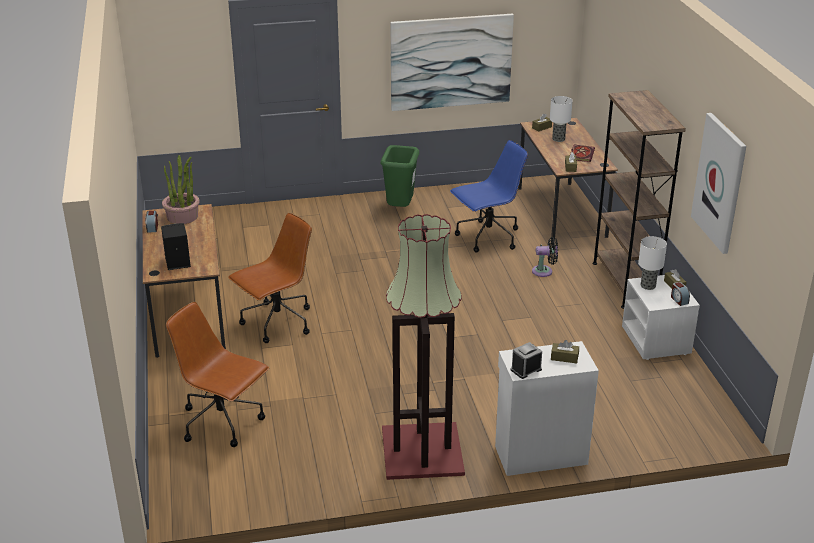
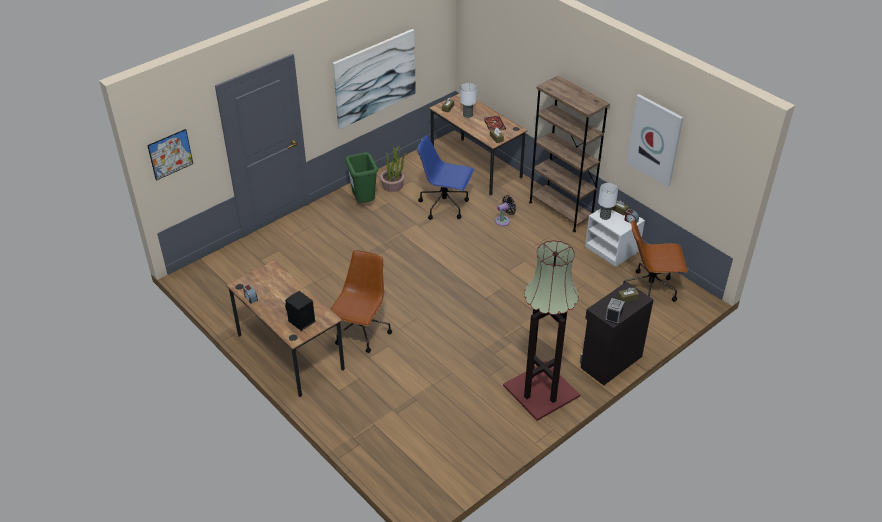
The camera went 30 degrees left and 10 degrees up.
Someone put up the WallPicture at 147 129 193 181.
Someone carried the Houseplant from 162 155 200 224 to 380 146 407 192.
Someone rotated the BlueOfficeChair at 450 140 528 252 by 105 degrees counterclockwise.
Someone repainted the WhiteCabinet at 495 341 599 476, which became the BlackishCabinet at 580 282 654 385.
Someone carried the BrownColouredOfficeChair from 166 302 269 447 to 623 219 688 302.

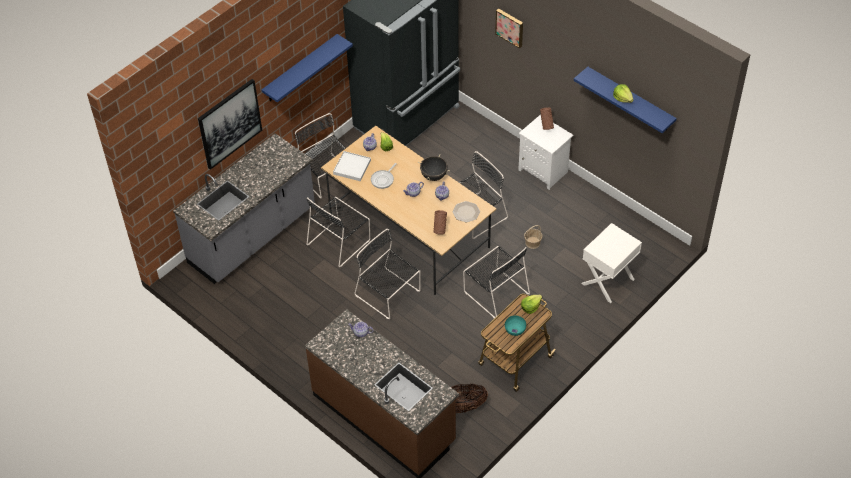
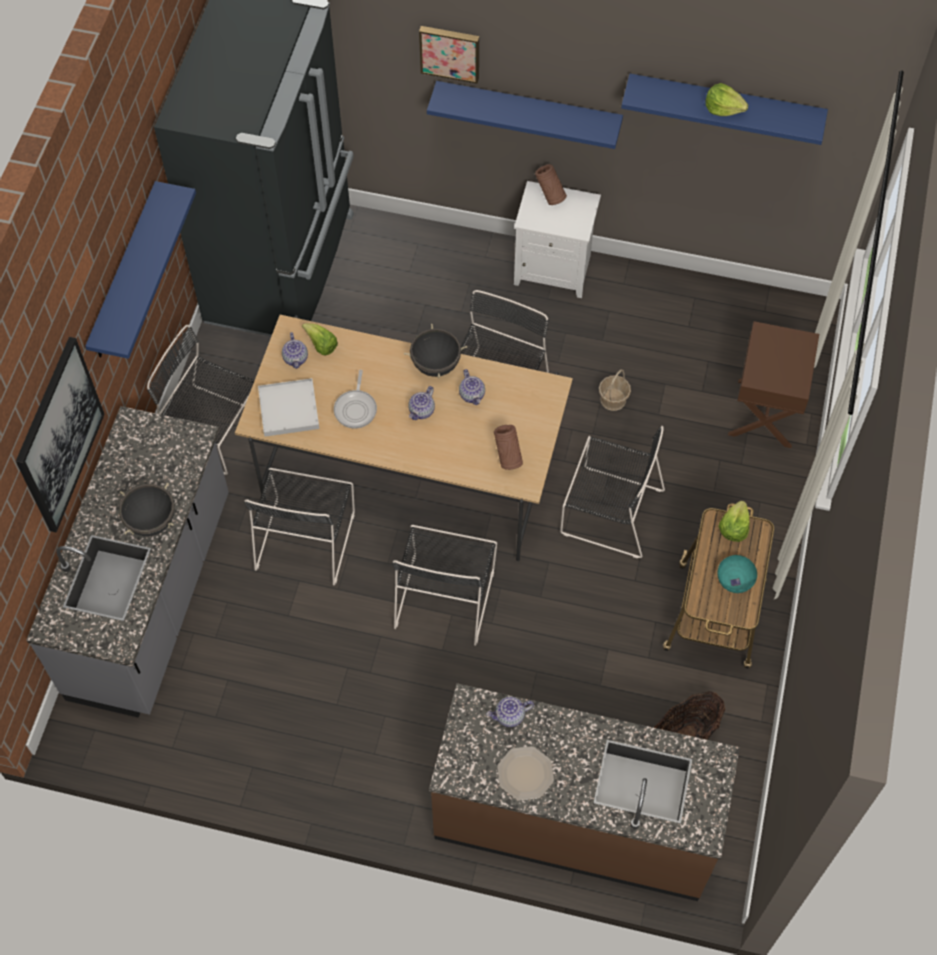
The camera went 30 degrees left and 10 degrees up.
Someone put down the BlackishCookingPot at 119 483 175 536.
Someone rotated the BlackishPlainChair at 354 229 420 319 by 90 degrees counterclockwise.
Someone put up the BlueWallShelf at 427 81 623 149.
Someone carried the Plate from 453 201 480 222 to 497 746 554 801.
Someone repainted the WhiteNightTable at 581 223 642 303, which became the BrownColouredNightTable at 728 321 819 448.

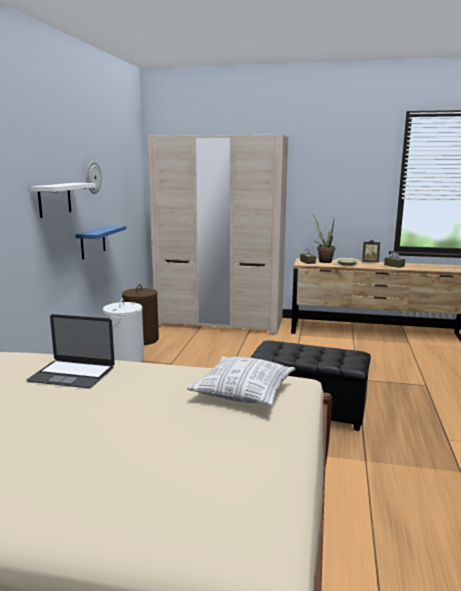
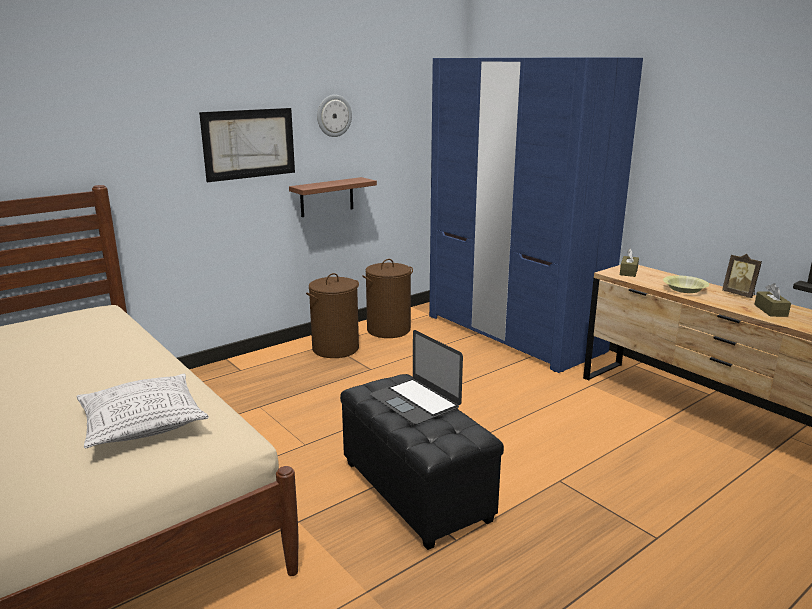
The camera went 40 degrees right and 5 degrees up.
Someone swapped the WhiteWallShelf at 30 183 96 218 for the WallPicture at 199 108 295 182.
Someone repainted the BlueWallShelf at 75 225 126 259, which became the BrownColouredWallShelf at 289 177 377 217.
Someone repainted the WhiteHamper at 103 298 144 362, which became the BrownColouredHamper at 306 273 359 358.
Someone carried the PortableComputer from 27 314 115 388 to 370 330 463 425.
Someone repainted the SandColouredWardrobe at 147 135 288 335, which became the BlueWardrobe at 429 57 643 373.
Someone took away the Houseplant at 313 214 335 263.

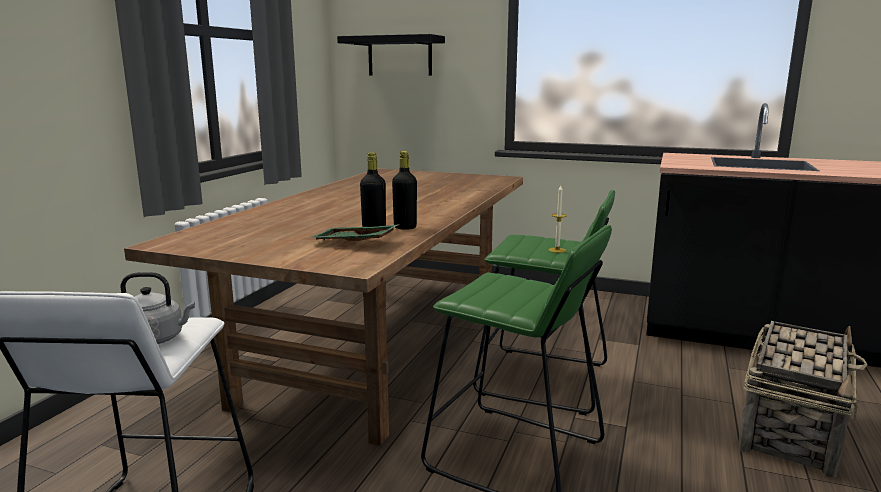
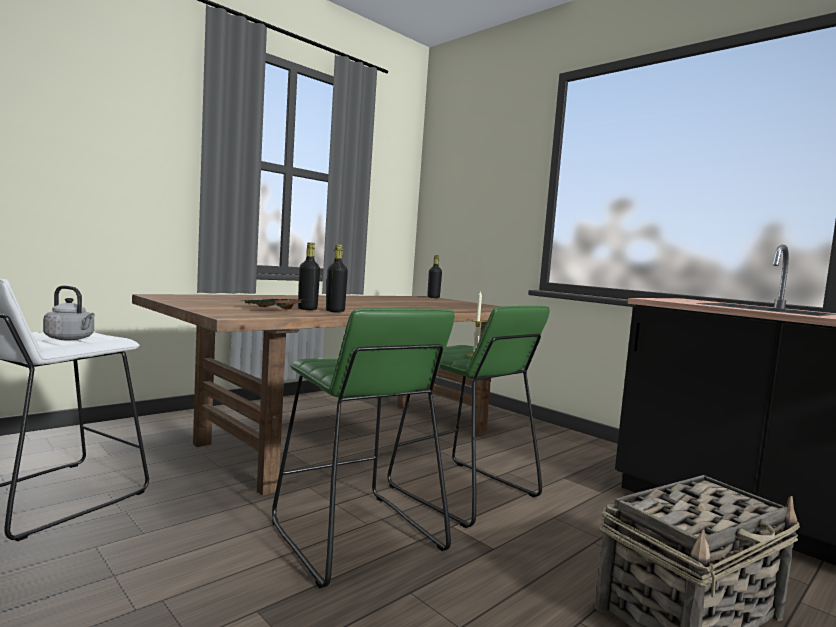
The camera went 25 degrees right and 10 degrees down.
Someone put down the BlackishBeverageBottle at 427 255 442 298.
Someone took away the BlackishWallShelf at 337 34 445 76.

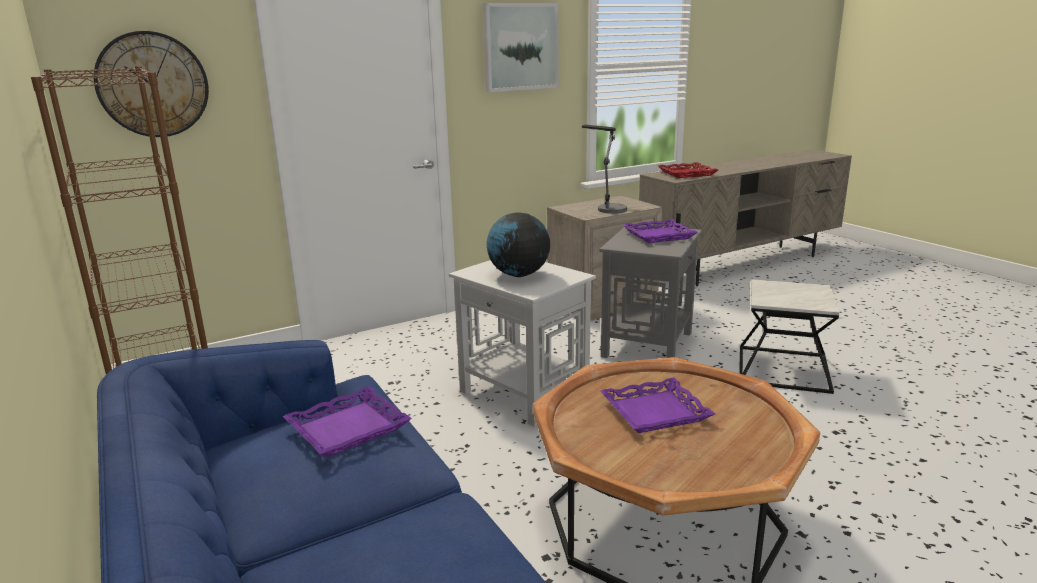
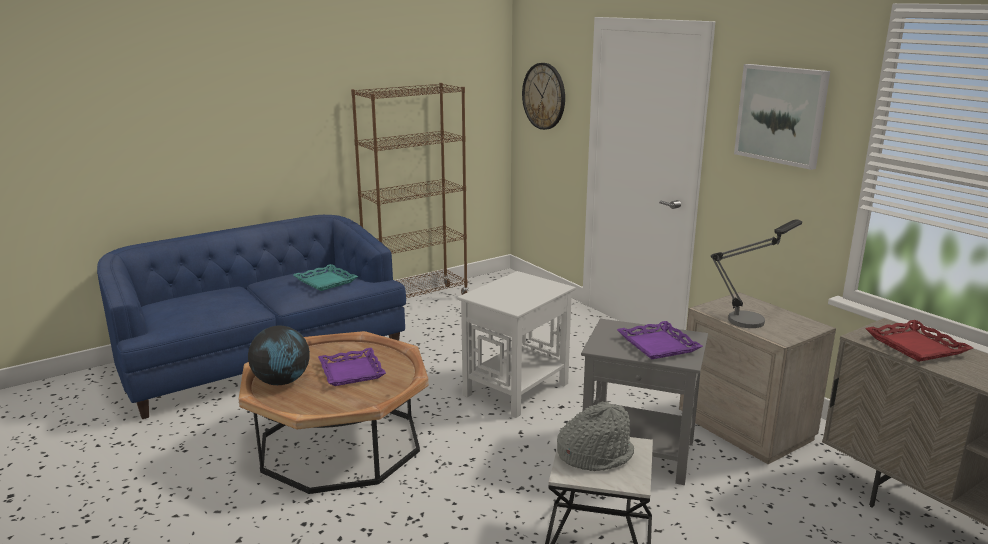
The camera went 85 degrees right and 0 degrees up.
Someone carried the DeskGlobe from 487 213 550 277 to 248 326 310 385.
Someone repainted the PurpleTray at 283 386 412 457, which became the TurquoiseTray at 293 264 358 291.
Someone put down the GreyWearableHat at 557 401 634 471.

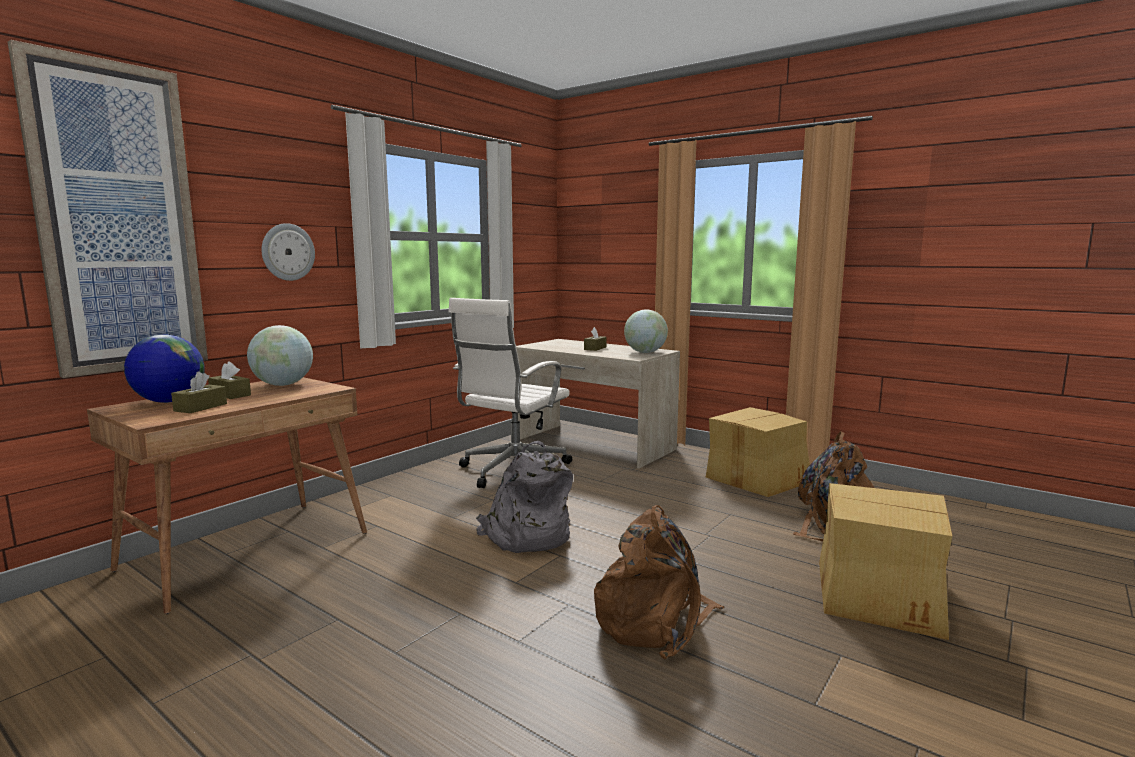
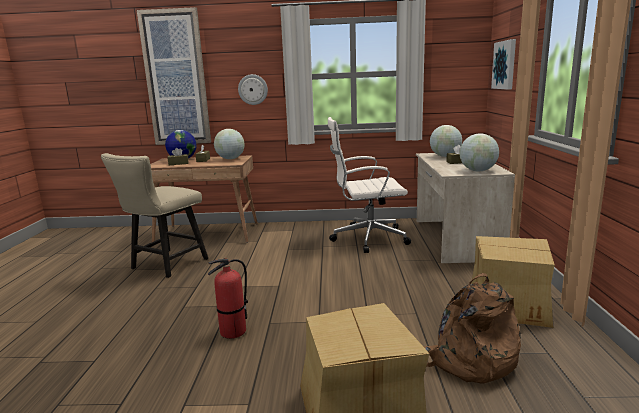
The camera went 55 degrees right and 5 degrees up.
Someone put down the SandColouredPlainChair at 101 153 208 278.
Someone swapped the BrownColouredRucksack at 594 505 724 659 for the FireExtinguisher at 208 258 248 339.
Someone put down the DeskGlobe at 430 125 462 157.
Someone put up the WallPicture at 491 39 516 89.
Someone took away the GreyRucksack at 476 441 573 553.

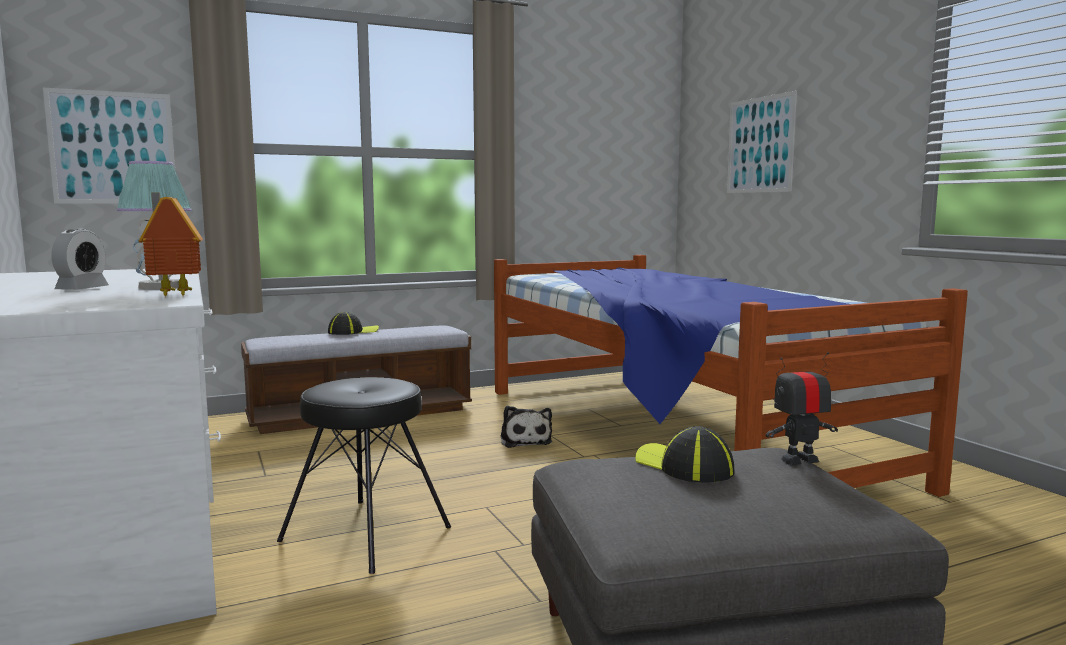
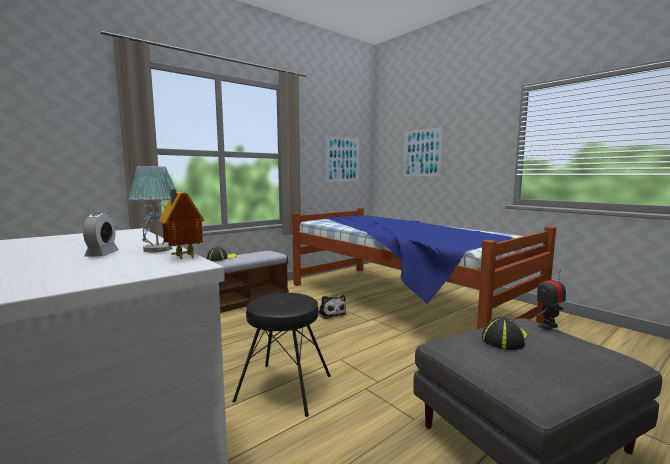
The camera went 15 degrees left and 0 degrees up.
Someone carried the WallPicture from 43 88 175 204 to 326 136 359 182.
Someone rotated the PeakedCap at 635 426 734 482 by 90 degrees clockwise.

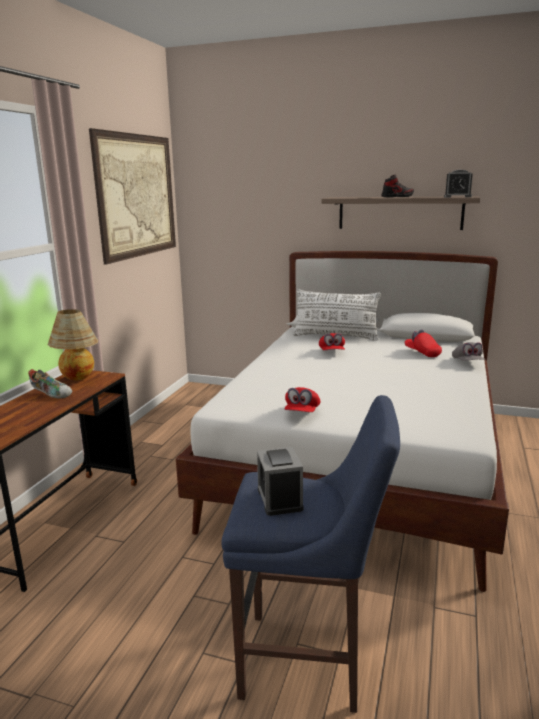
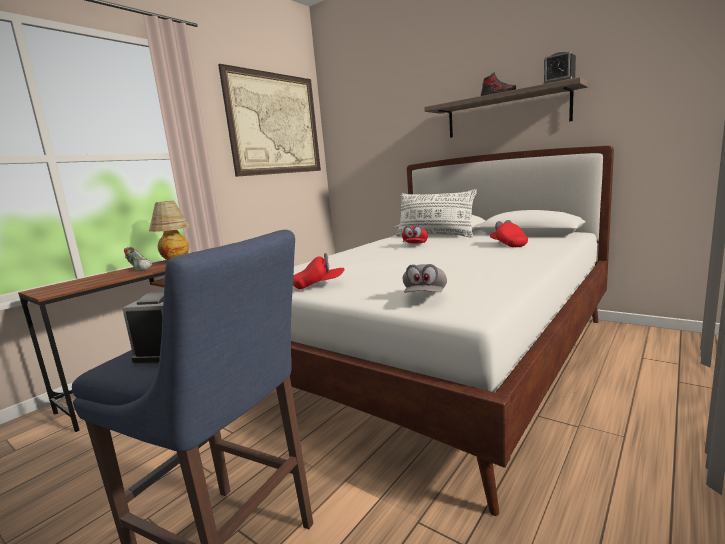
The camera went 20 degrees right and 5 degrees down.
Someone rotated the RedColouredPeakedCap at 285 387 321 412 by 135 degrees counterclockwise.
Someone carried the GreyPeakedCap from 452 342 486 361 to 403 264 447 293.

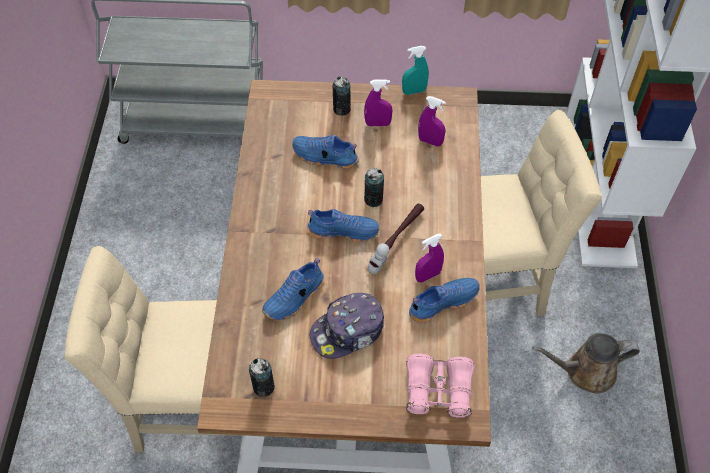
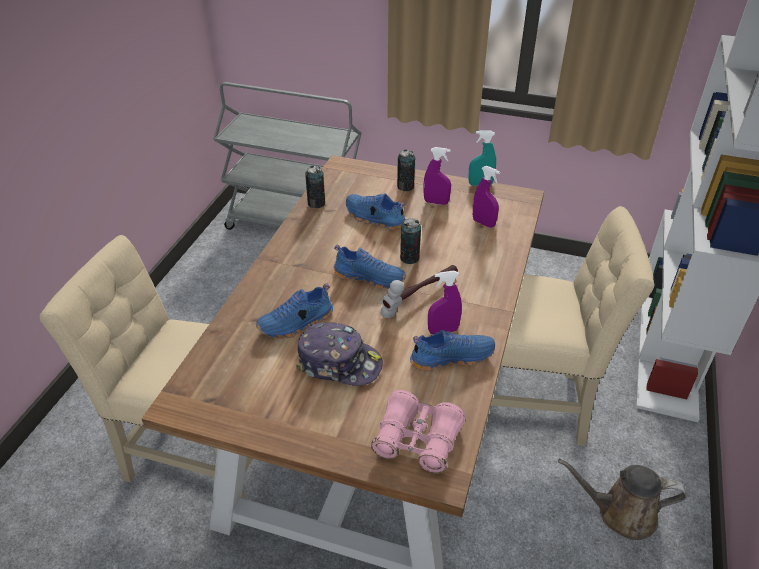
The camera went 15 degrees right and 15 degrees down.
Someone rotated the PeakedCap at 310 293 384 359 by 150 degrees counterclockwise.
Someone carried the SealedCan from 249 358 275 397 to 305 166 325 208.

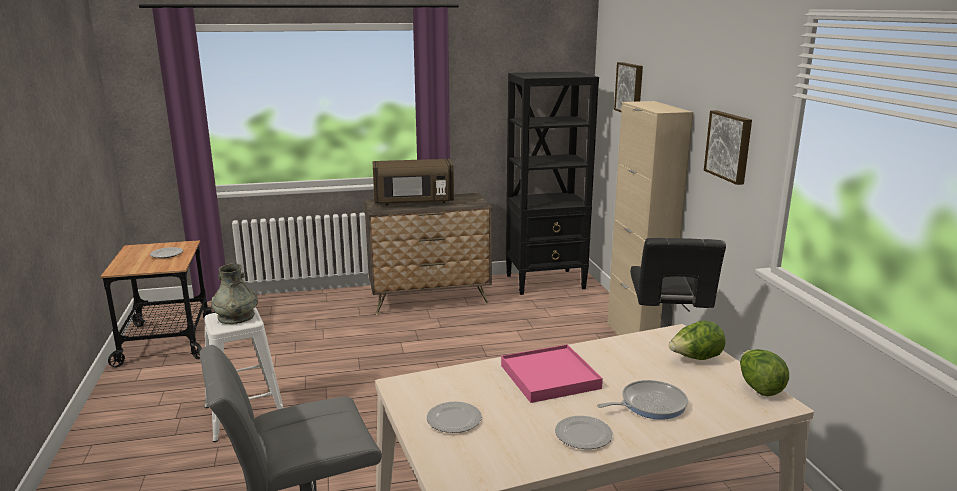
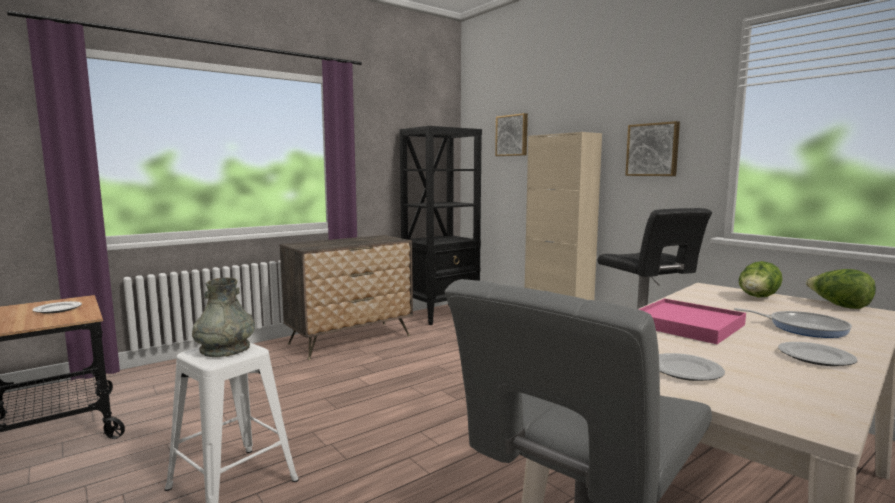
The camera went 25 degrees left and 10 degrees down.
Someone rotated the FryingPan at 597 380 688 420 by 75 degrees clockwise.
Someone took away the BrownColouredKitchenMicrowave at 373 159 454 205.

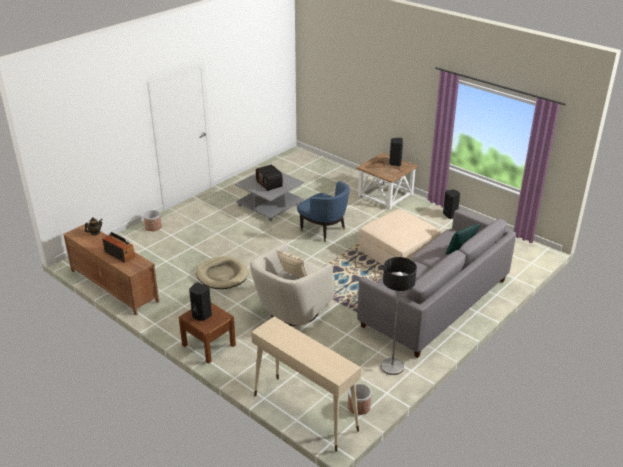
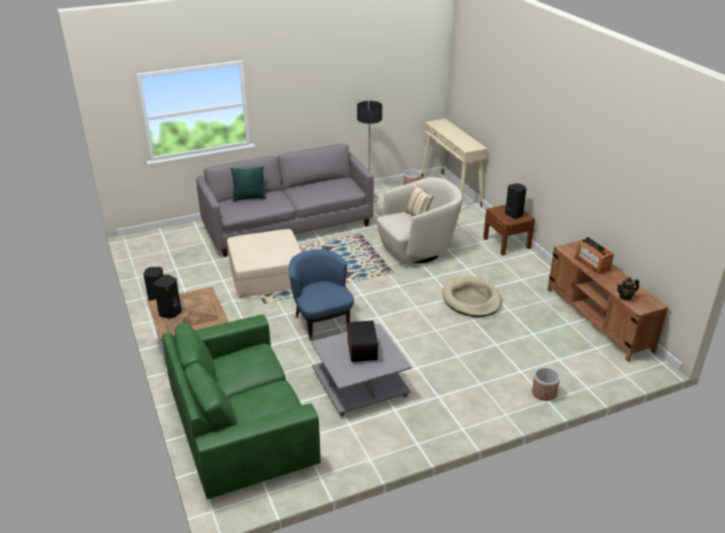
The camera went 155 degrees left and 0 degrees up.
Someone put down the GreenishSofa at 162 314 321 499.

